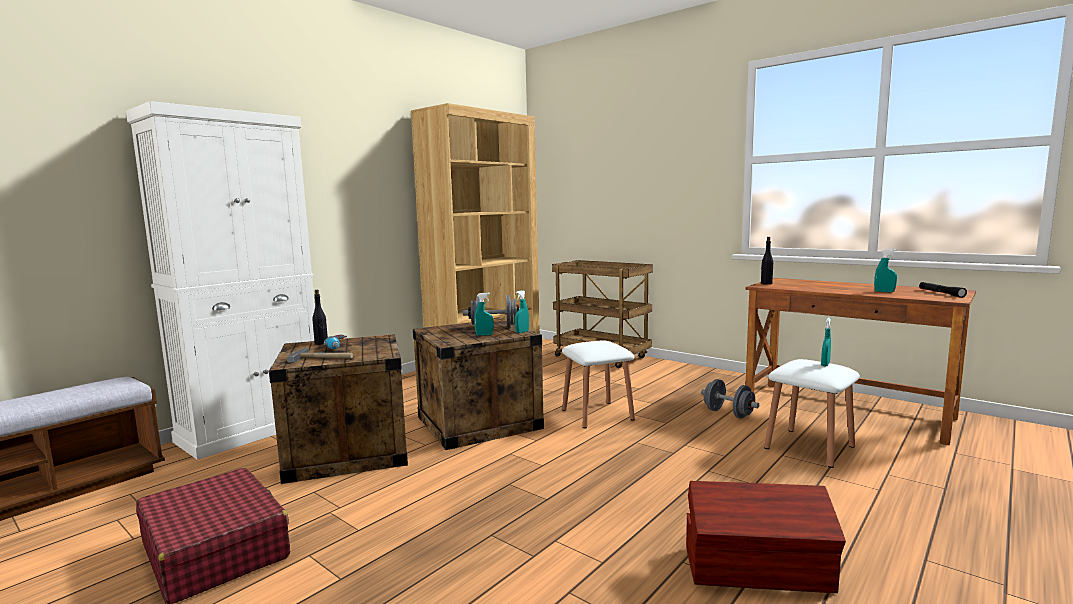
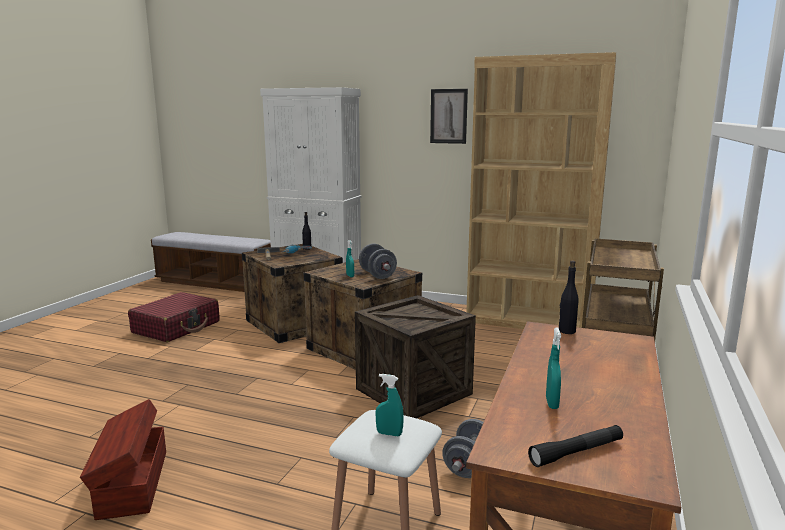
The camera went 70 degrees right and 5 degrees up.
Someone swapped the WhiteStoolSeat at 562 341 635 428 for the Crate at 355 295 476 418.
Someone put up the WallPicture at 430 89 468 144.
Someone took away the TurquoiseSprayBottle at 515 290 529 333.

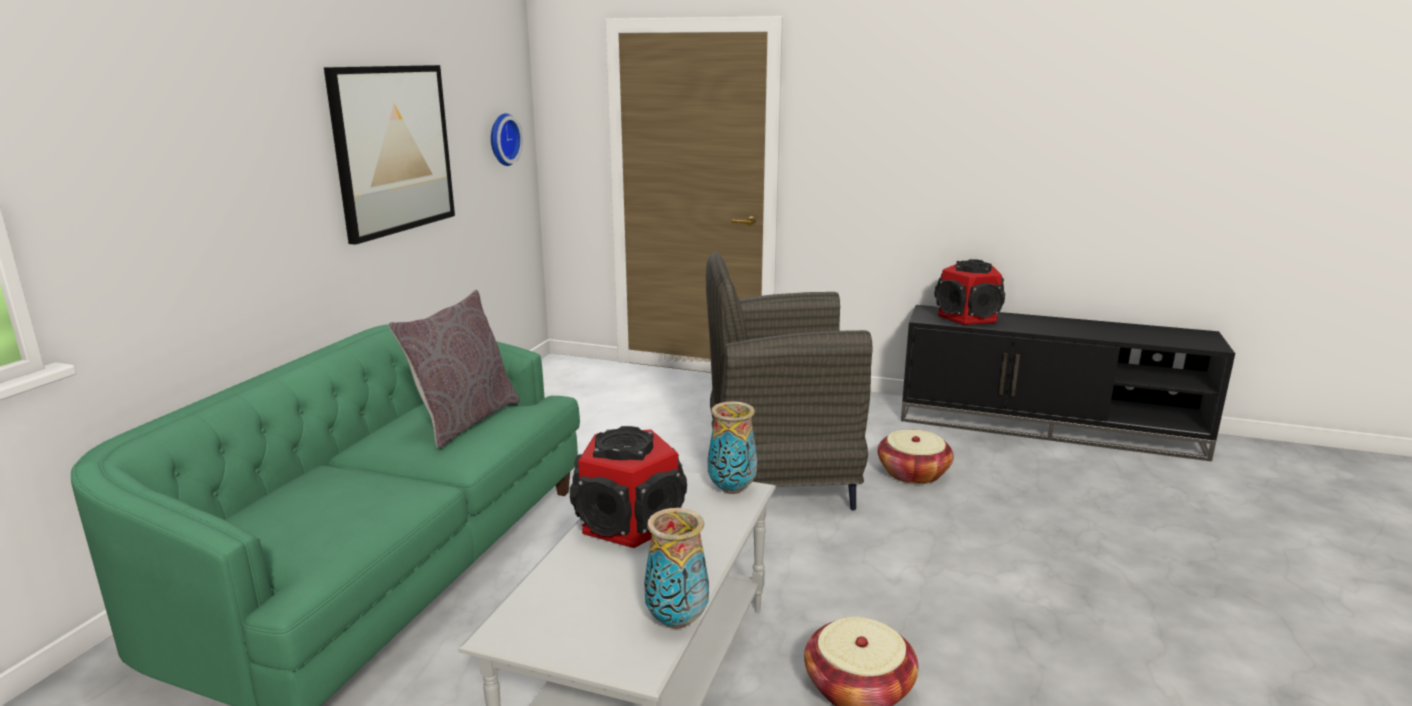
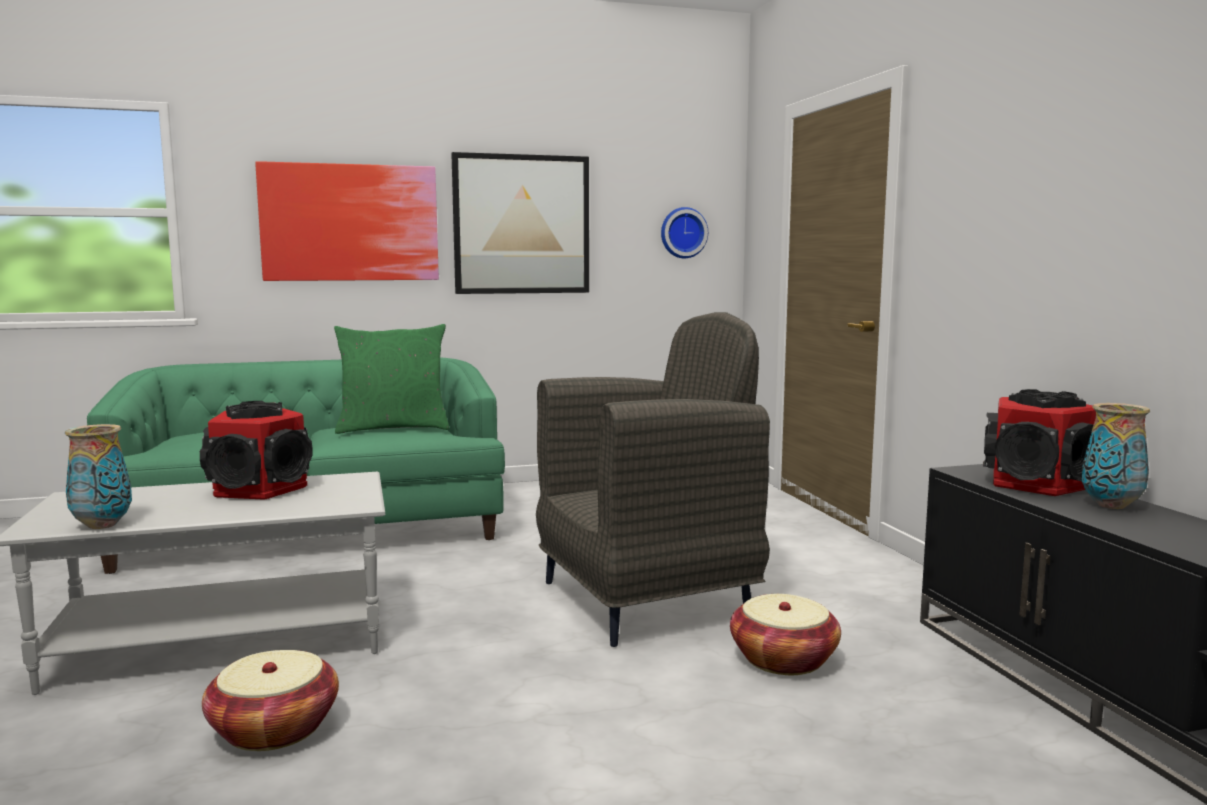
The camera went 55 degrees right and 10 degrees down.
Someone put up the WallPicture at 255 161 439 281.
Someone repainted the GreyPillow at 388 290 520 449, which became the GreenishPillow at 334 324 449 434.
Someone rotated the GreyLoungeChair at 706 252 873 510 by 105 degrees clockwise.
Someone carried the FlowerVase from 708 401 757 494 to 1082 403 1150 509.

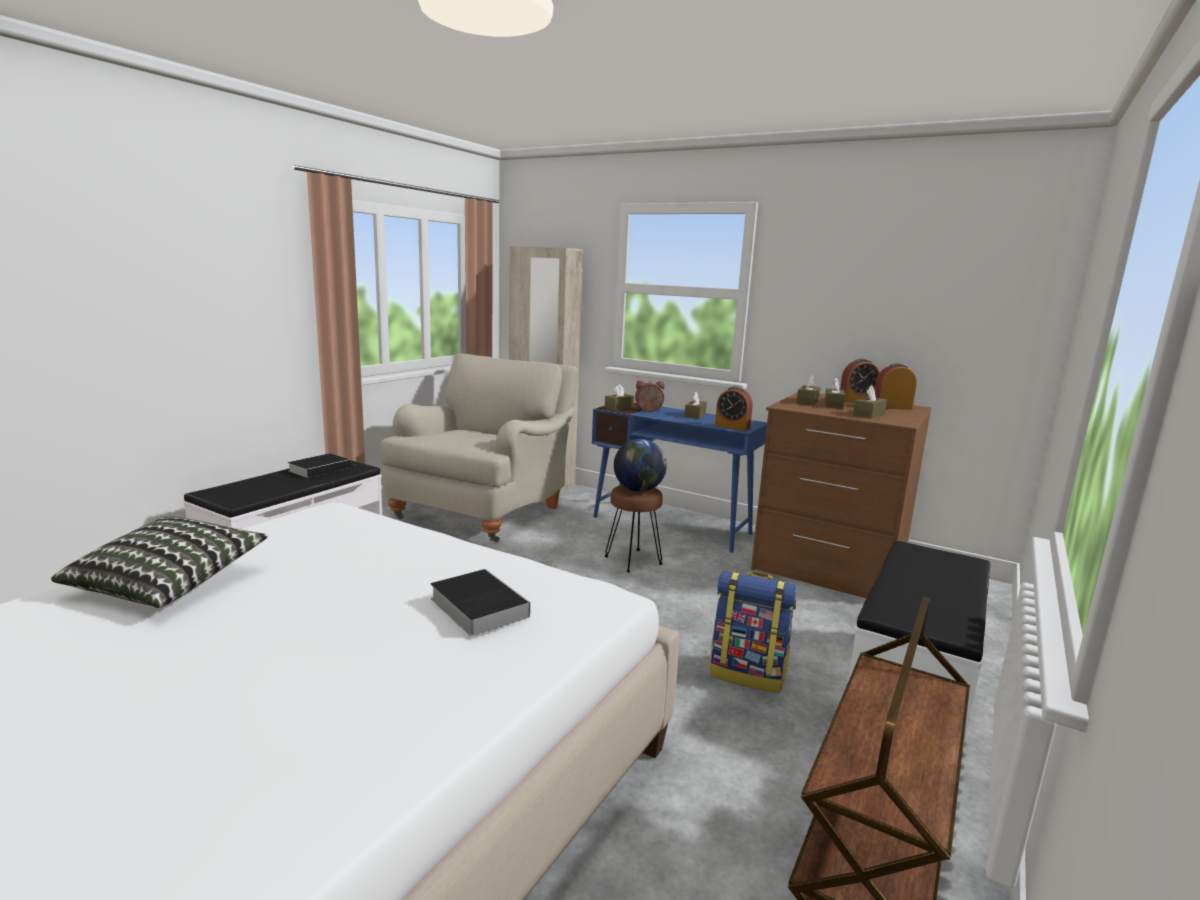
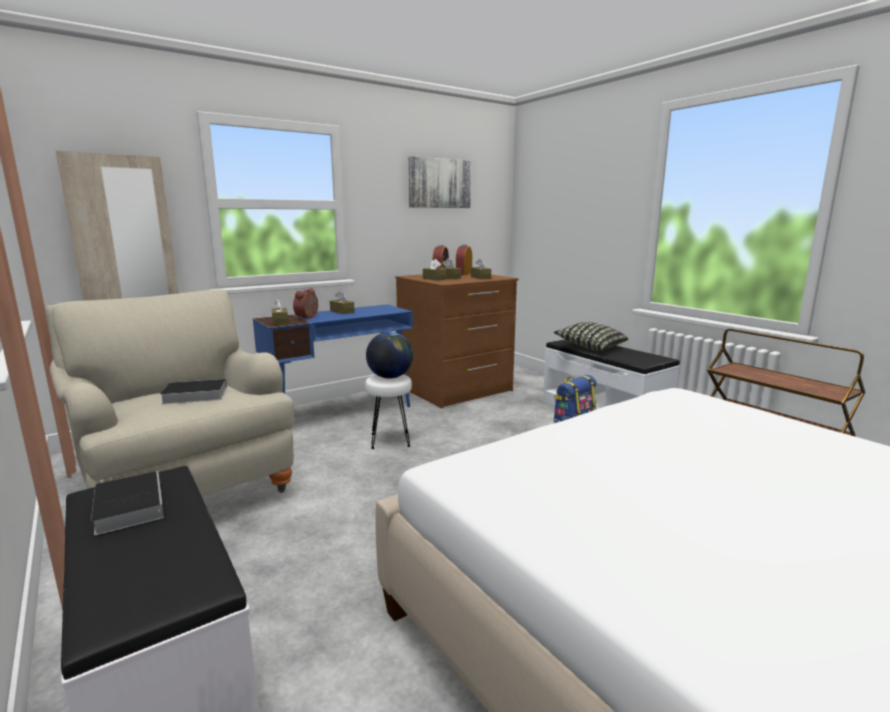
The camera went 65 degrees left and 0 degrees up.
Someone carried the BoundBook from 431 569 530 636 to 160 379 227 404.
Someone repainted the BrownColouredStoolSeat at 605 485 663 572, which became the WhiteStoolSeat at 365 374 412 449.
Someone put up the WallPicture at 408 156 471 208.
Someone carried the Pillow from 51 516 268 608 to 554 322 628 351.
Someone took away the TableClock at 715 386 753 431.

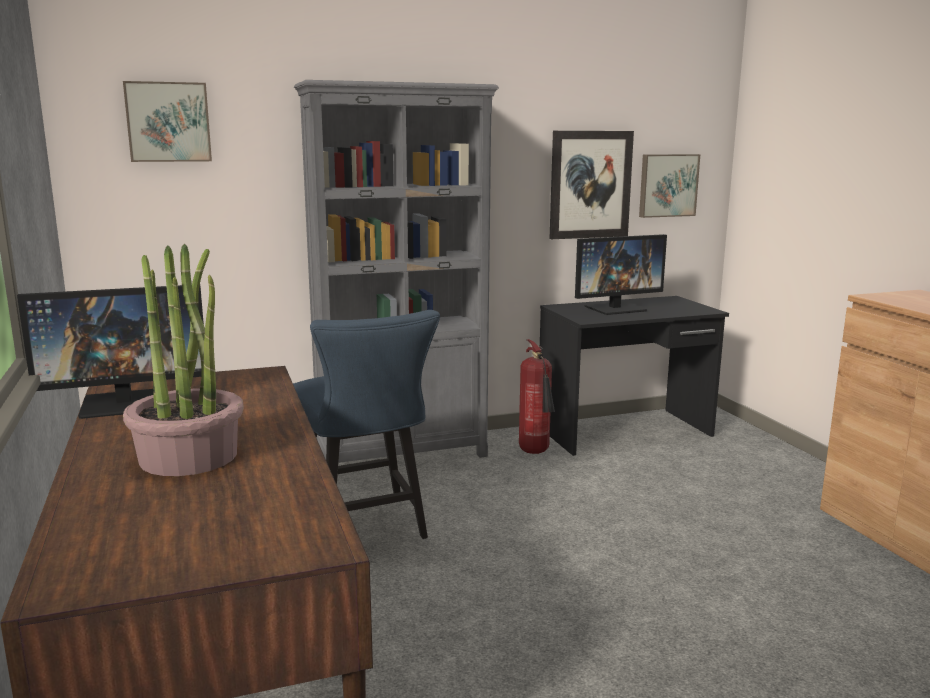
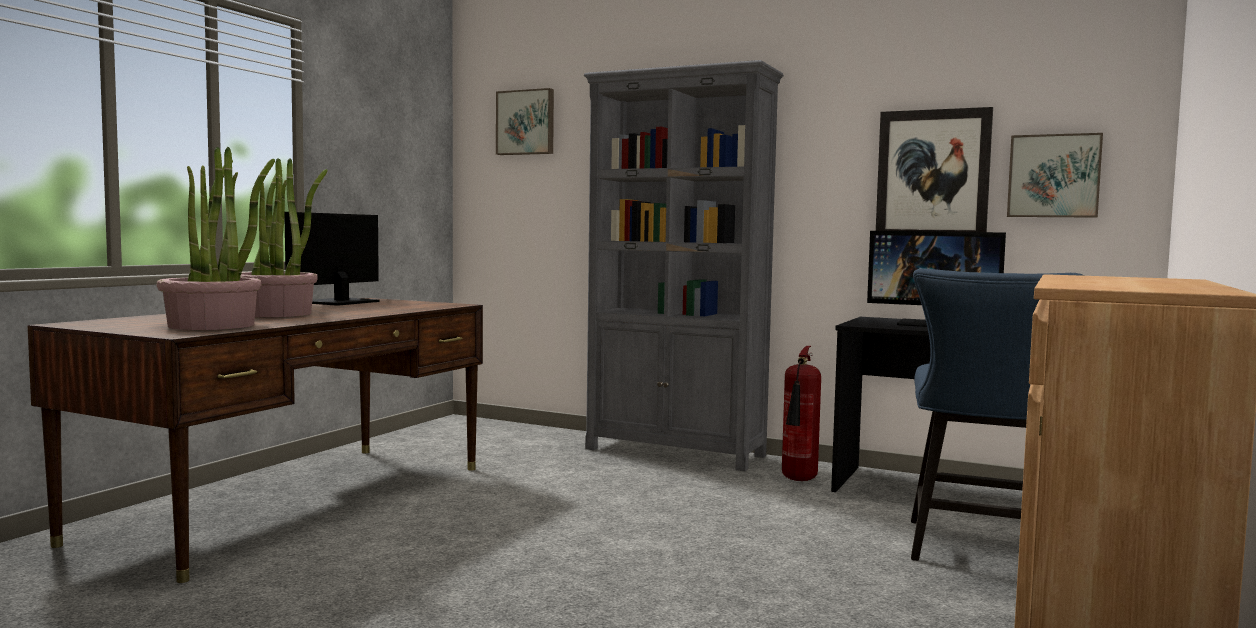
The camera went 45 degrees right and 10 degrees down.
Someone put down the Houseplant at 156 147 275 330.
Someone rotated the ComputerScreen at 17 285 204 419 by 90 degrees clockwise.
Someone carried the BluePlainChair from 293 310 440 539 to 911 268 1084 561.

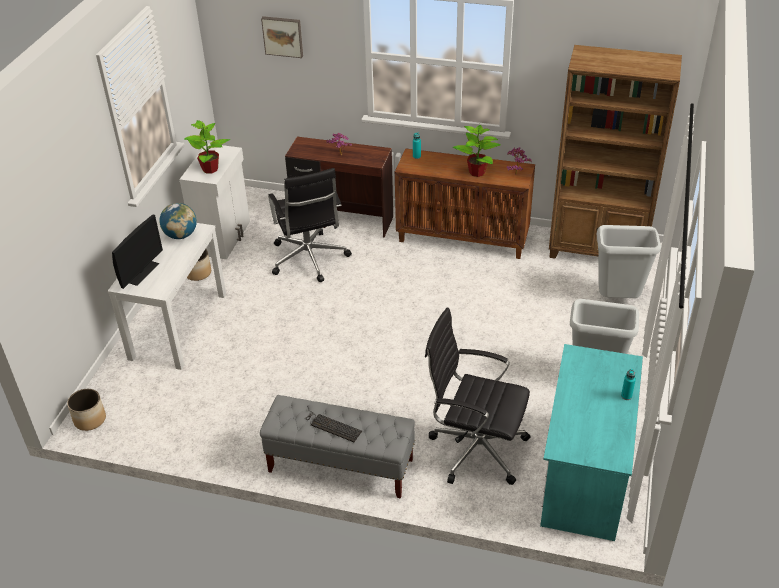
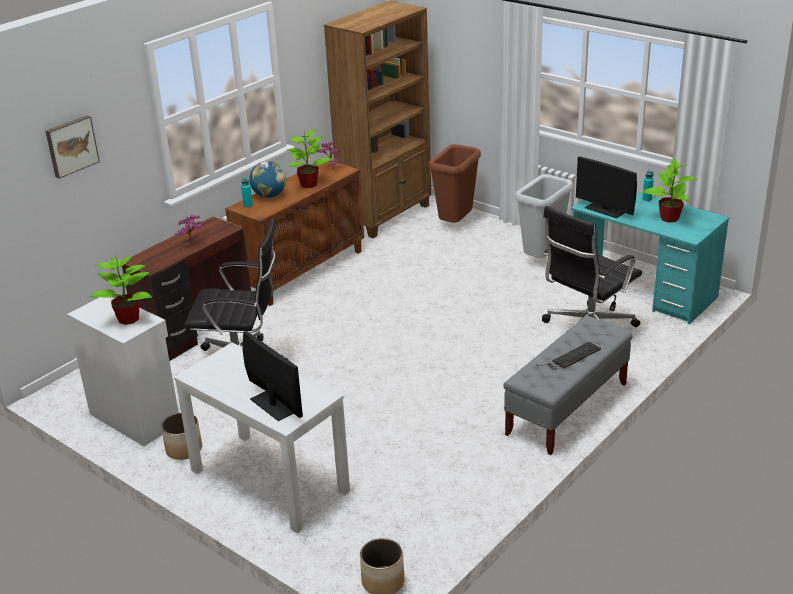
The camera went 65 degrees left and 10 degrees down.
Someone carried the DeskGlobe from 159 203 197 239 to 249 161 286 198.
Someone repainted the GreyWasteBin at 596 225 661 298, which became the BrownColouredWasteBin at 428 144 481 223.
Someone put down the ComputerScreen at 576 156 637 218.
Someone put down the Houseplant at 641 158 698 223.

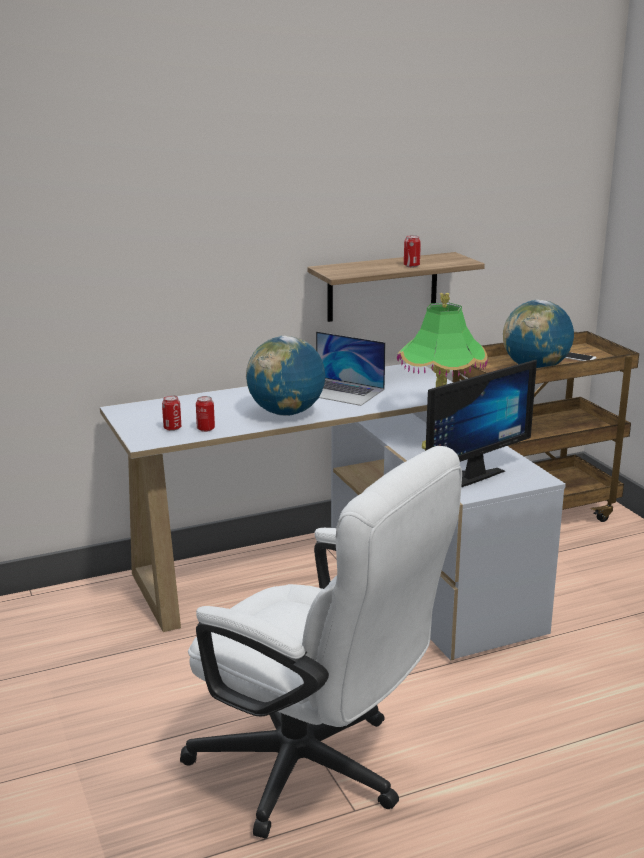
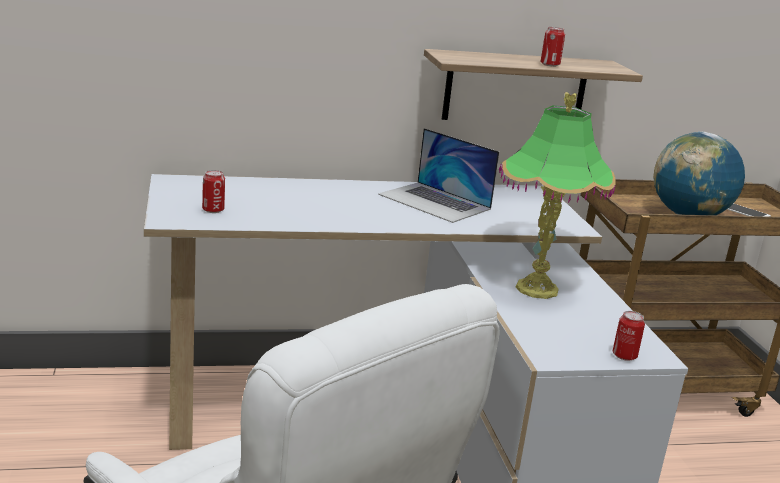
The camera went 10 degrees right and 0 degrees up.
Someone carried the SealedCan from 196 396 215 432 to 613 311 645 361.
Someone took away the DeskGlobe at 246 336 325 416.
Someone took away the ComputerScreen at 426 360 537 487.

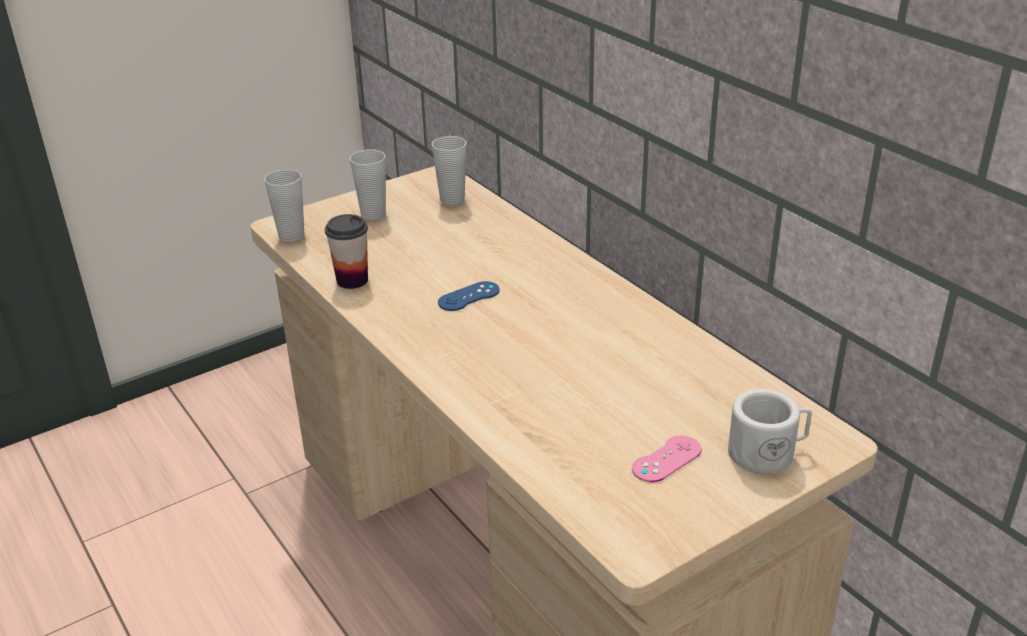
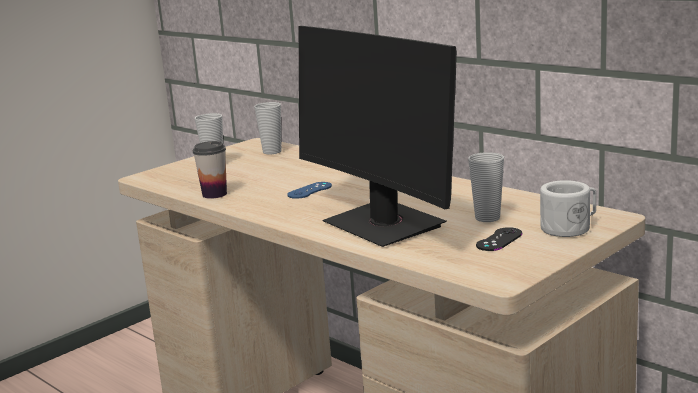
The camera went 10 degrees left and 15 degrees down.
Someone put down the ComputerScreen at 299 26 457 247.
Someone carried the SmallCup from 264 169 304 242 to 468 152 504 222.
Someone repainted the PinkGamepad at 632 435 702 482, which became the BlackishGamepad at 476 227 522 251.

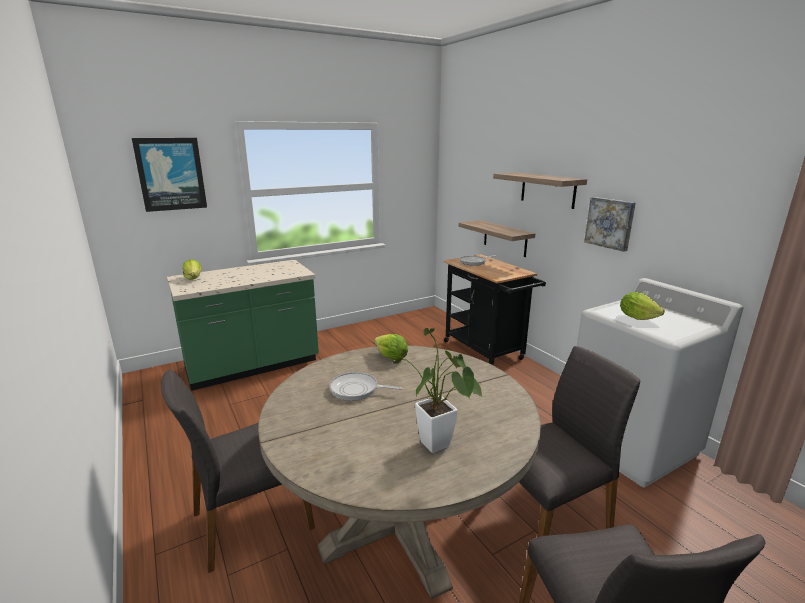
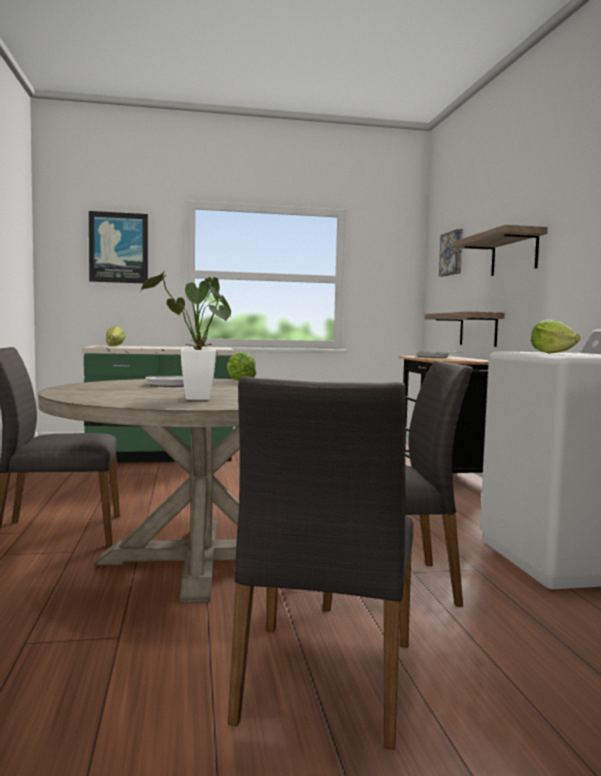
The camera went 20 degrees right and 15 degrees down.
Someone carried the WallPicture from 584 197 636 252 to 439 229 463 277.

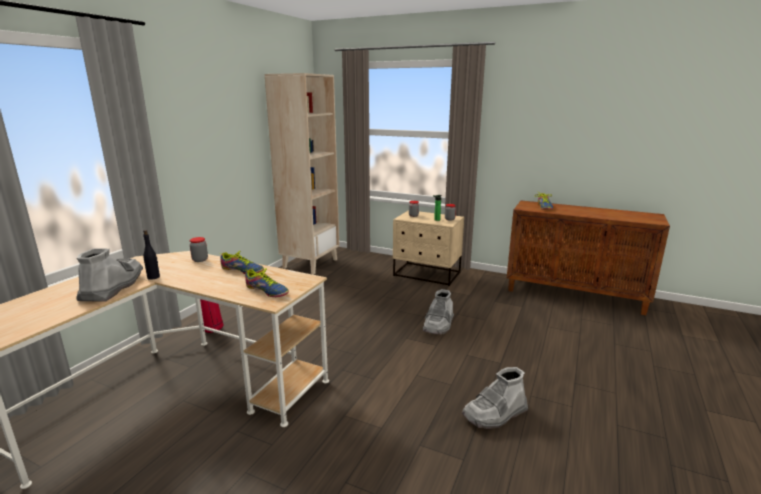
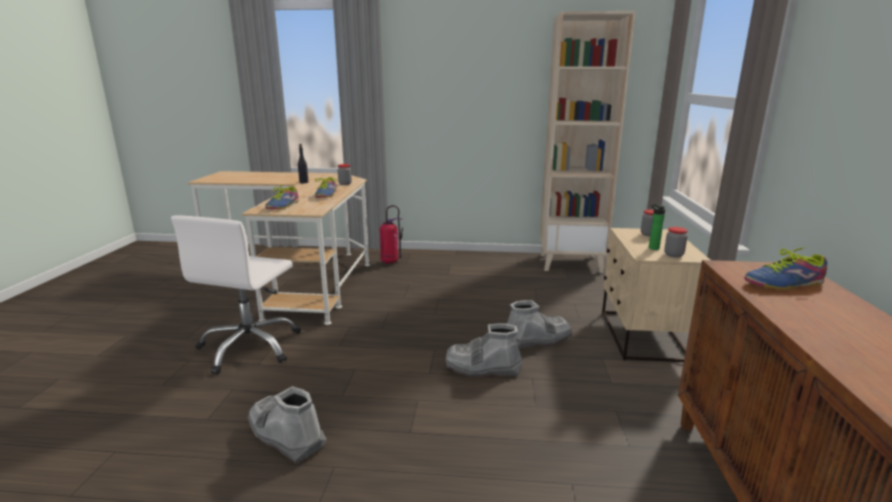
The camera went 70 degrees right and 0 degrees up.
Someone put down the WhiteOfficeChair at 171 215 301 374.
Someone carried the GreyHighTopBoot from 76 248 143 302 to 507 300 572 349.

